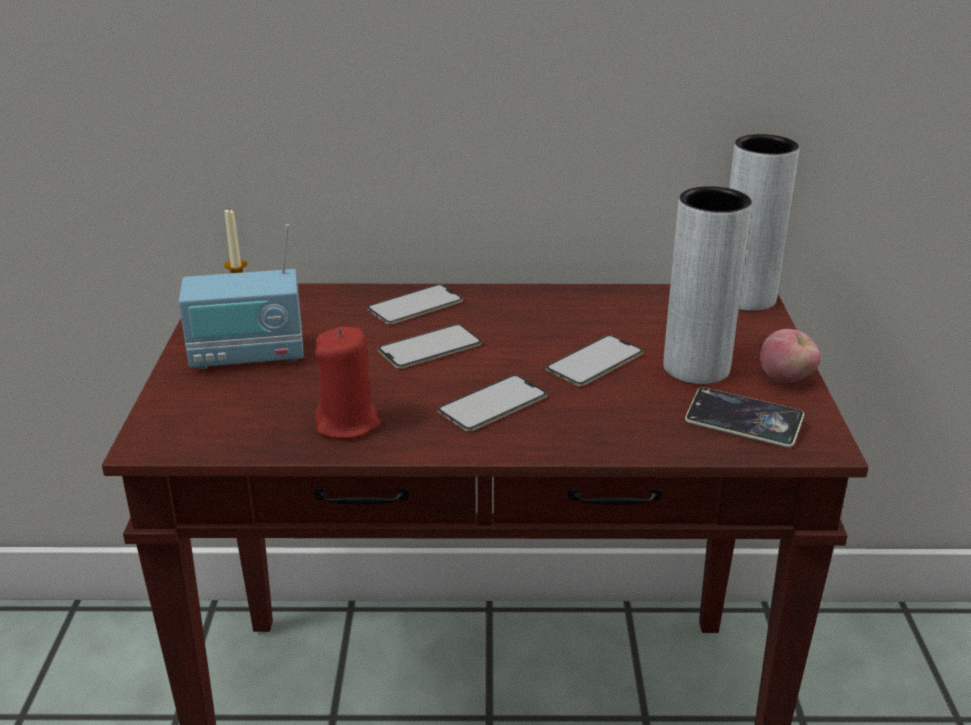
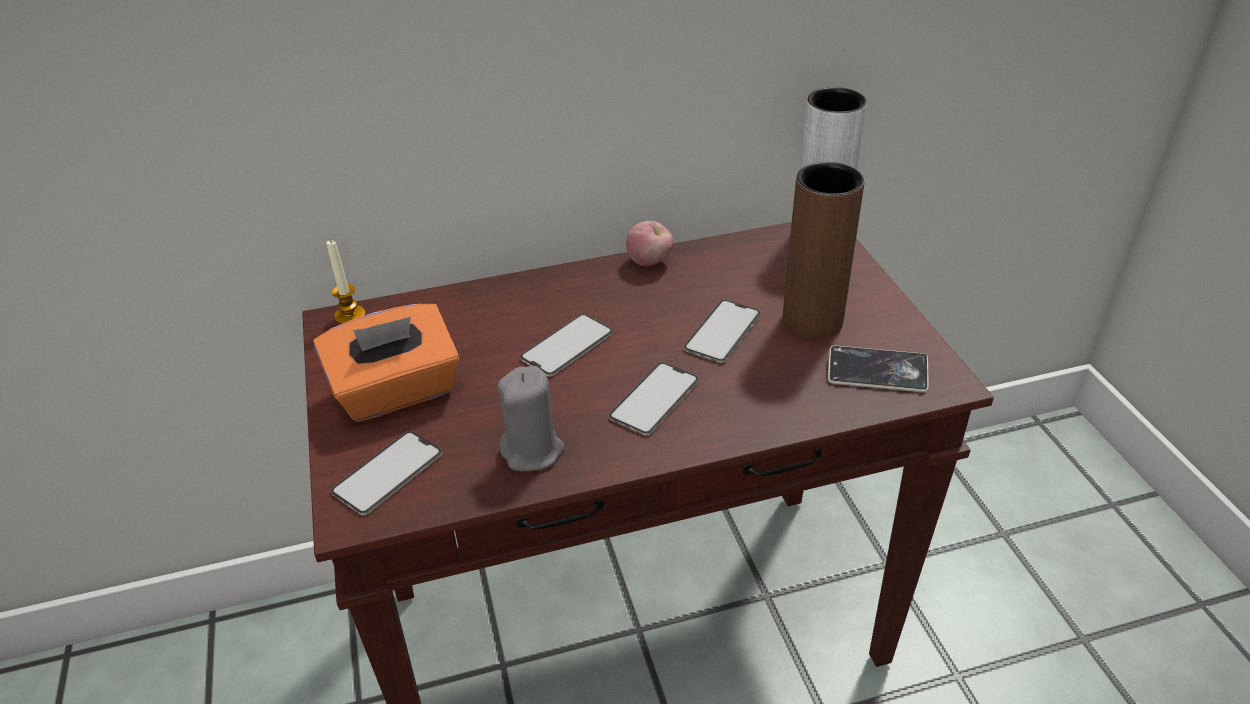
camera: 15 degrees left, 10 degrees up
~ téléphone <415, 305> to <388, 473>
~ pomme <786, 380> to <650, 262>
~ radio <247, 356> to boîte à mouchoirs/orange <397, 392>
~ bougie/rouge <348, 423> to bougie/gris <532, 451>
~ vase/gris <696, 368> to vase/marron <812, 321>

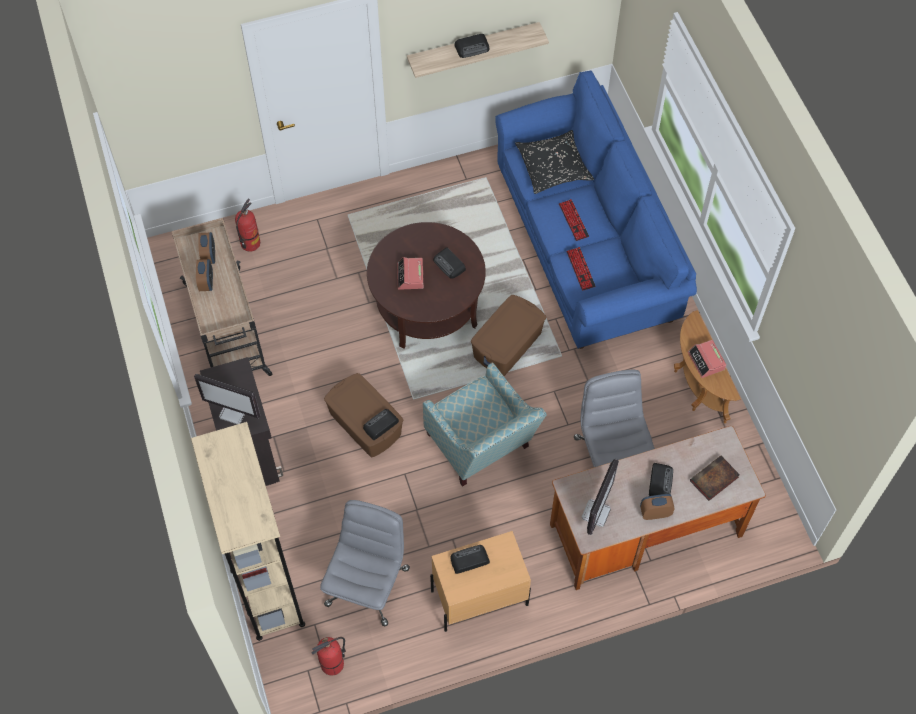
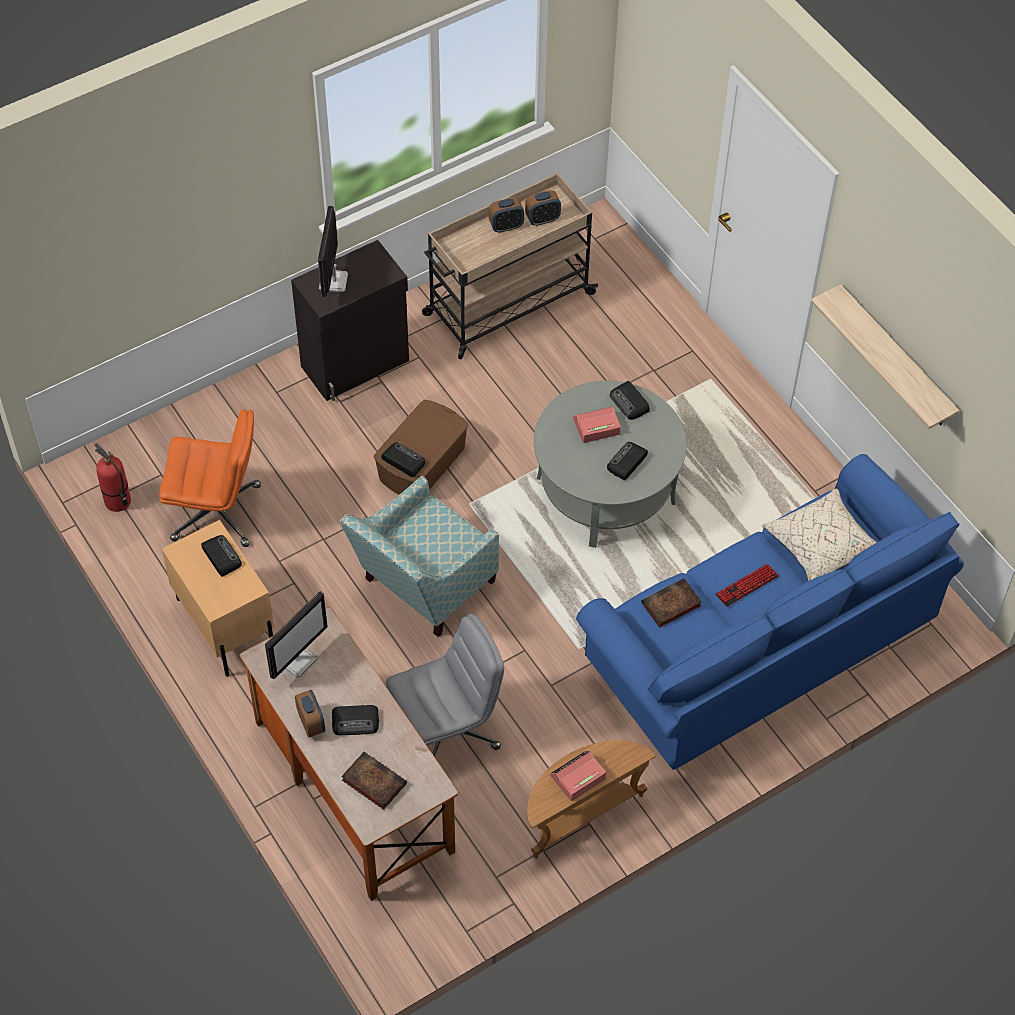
camera: 75 degrees right, 5 degrees down
- bibliothèque/beige <267, 582>
- extincteur <250, 243>
- boîte de rangement/marron <508, 345>
~ radio <472, 48> to <629, 403>
~ clavier <580, 269> to livre <670, 605>
~ chaise de bureau/gris <367, 585> to chaise de bureau/orange <218, 512>
~ table basse/marron <427, 306> to table basse/gris <605, 490>
~ coussin/noir <553, 168> to coussin/beige <822, 546>
~ écran d'ordinateur <596, 512> = <297, 660> 60 degrees counterclockwise

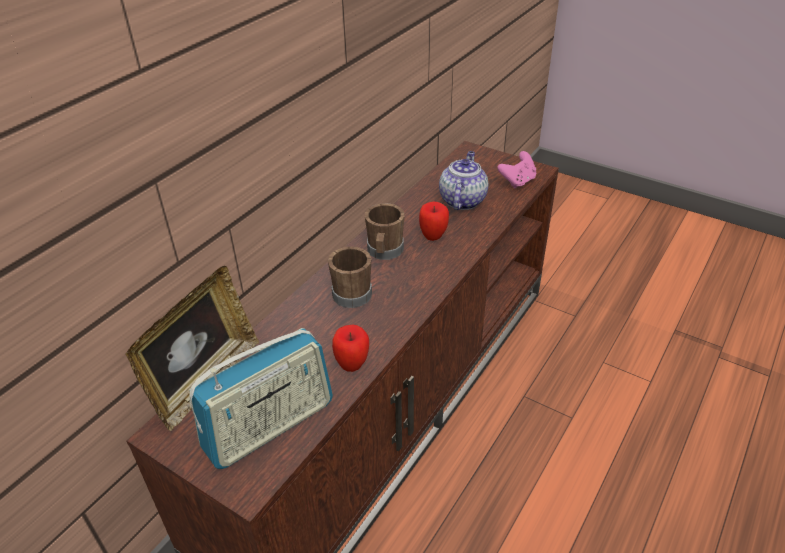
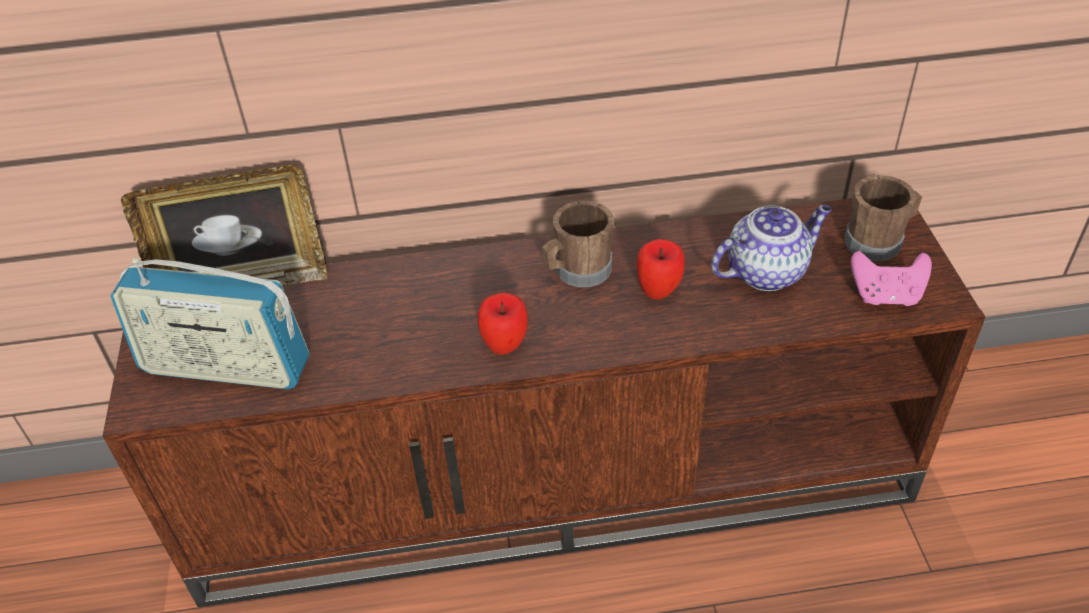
camera: 50 degrees right, 5 degrees up
~ mug/marron <354, 291> to <878, 241>
~ pomme <352, 365> to <505, 347>

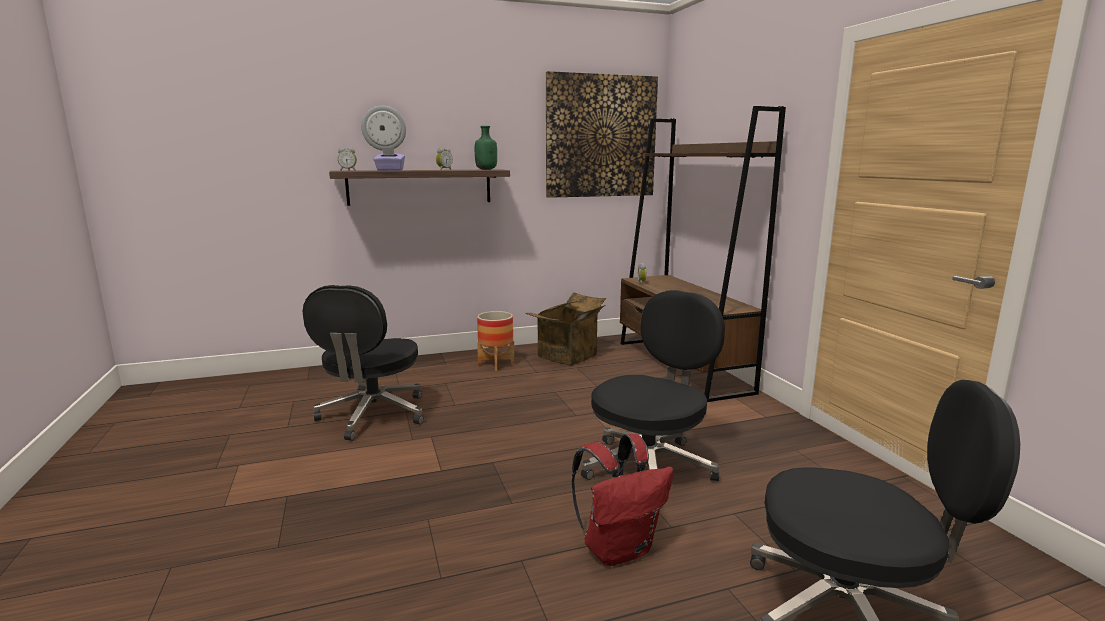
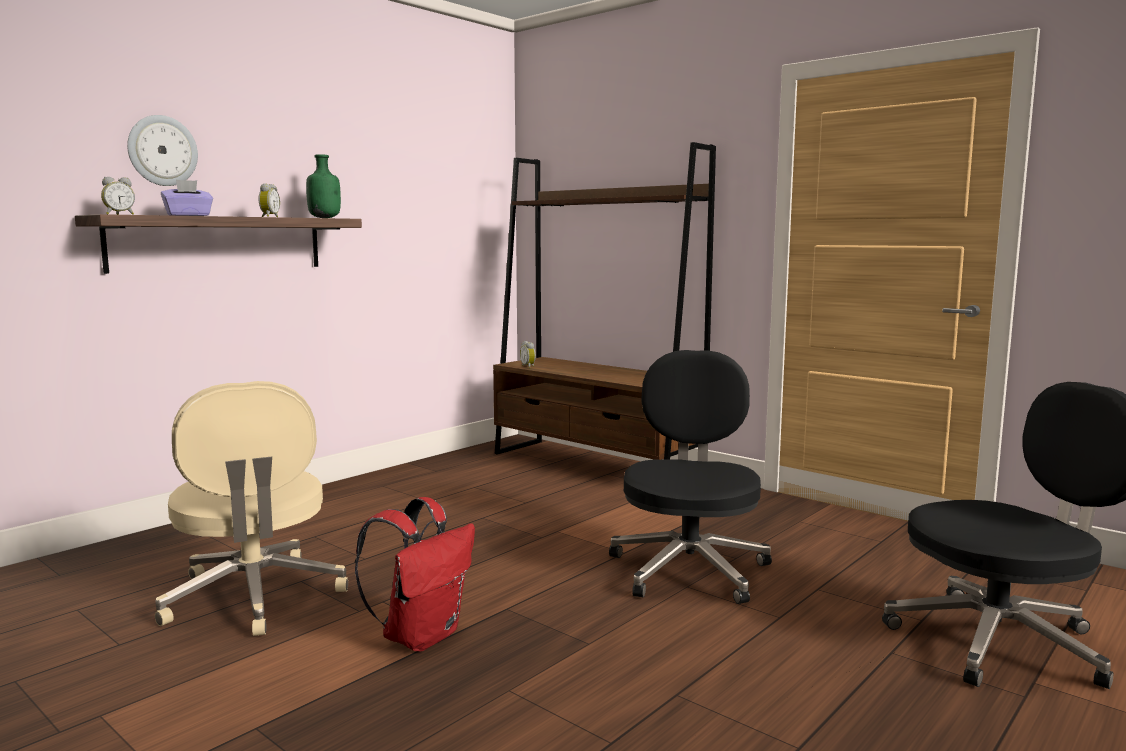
camera: 30 degrees left, 5 degrees down
- cache-pot <496, 364>
- carton <568, 356>
- tableau <601, 136>
~ sac à dos/rouge <618, 549> to <421, 636>
~ chaise de bureau/noir <372, 415> to chaise de bureau/beige <254, 597>

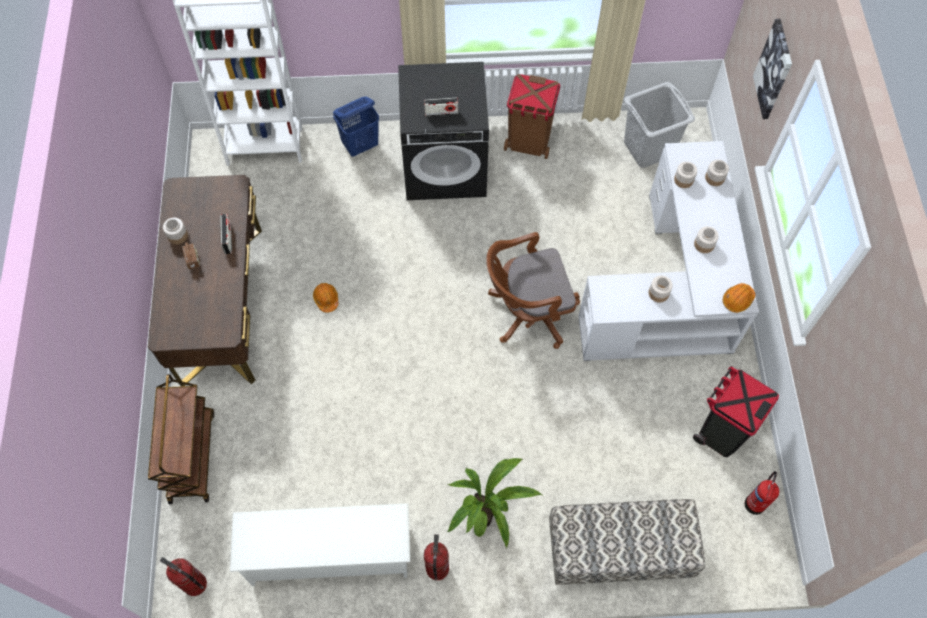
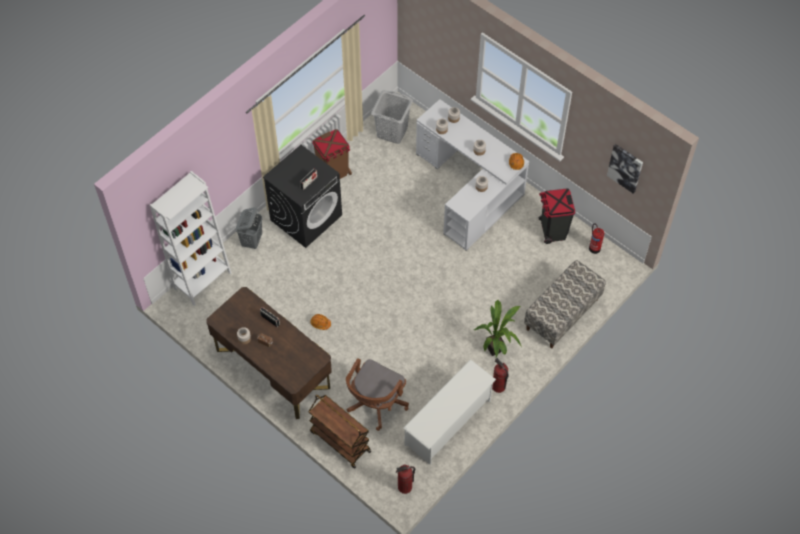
camera: 45 degrees left, 5 degrees down
~ chaise de bureau/marron <527, 312> to <375, 404>
~ tableau <774, 70> to <625, 168>
~ panier à linge/bleu <361, 145> to panier à linge/gris <252, 240>

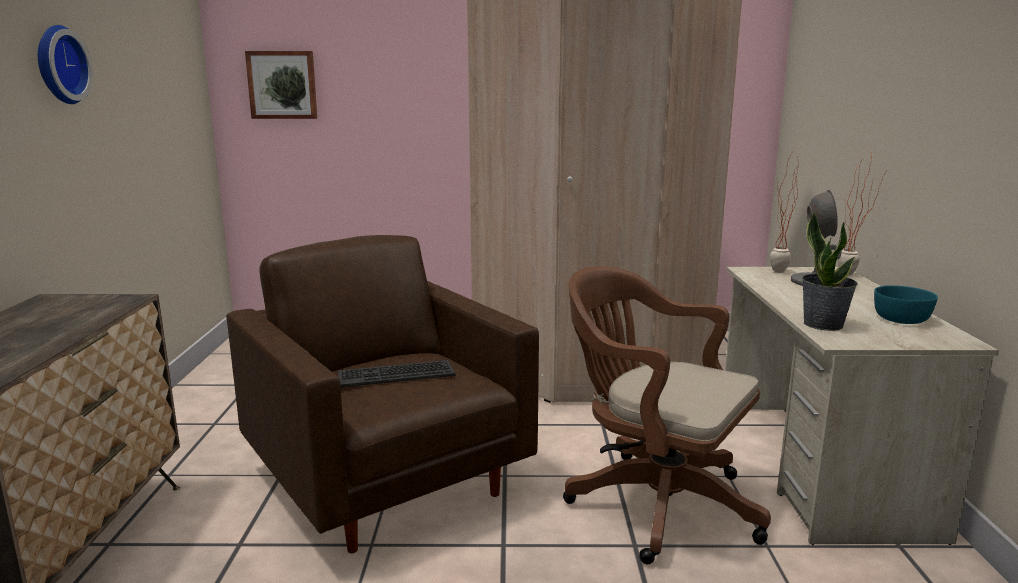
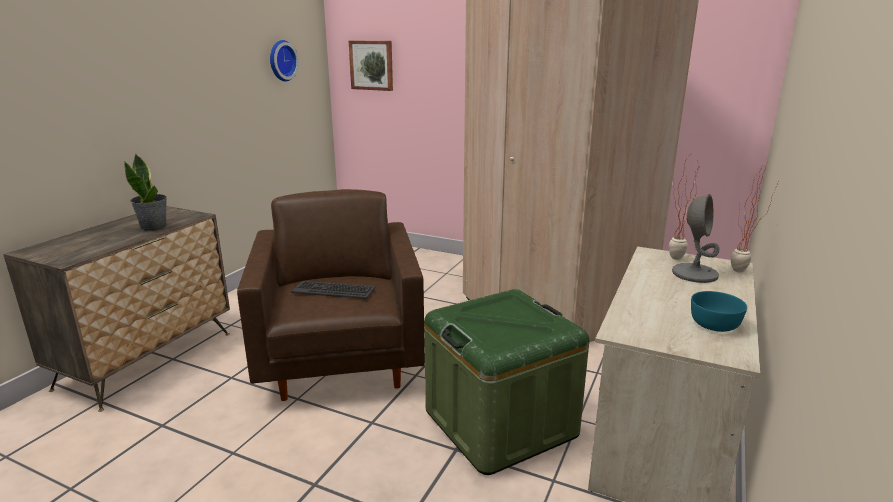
camera: 25 degrees right, 5 degrees up
~ horloge murale <58, 65> to <281, 60>
~ plante en pot <823, 324> to <154, 227>
~ chaise de bureau/marron <654, 502> to boîte de rangement/vert <500, 423>

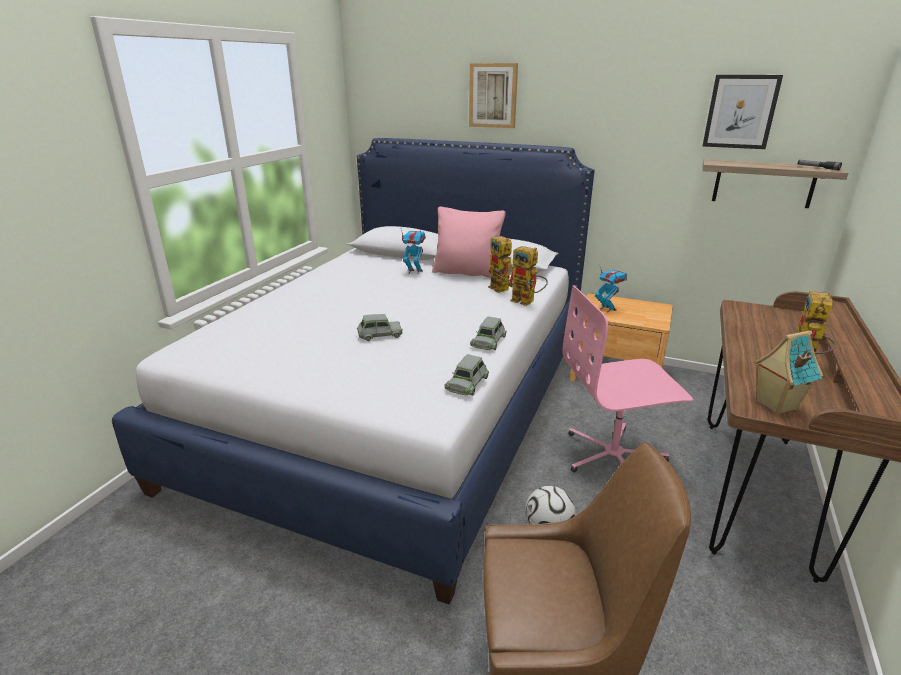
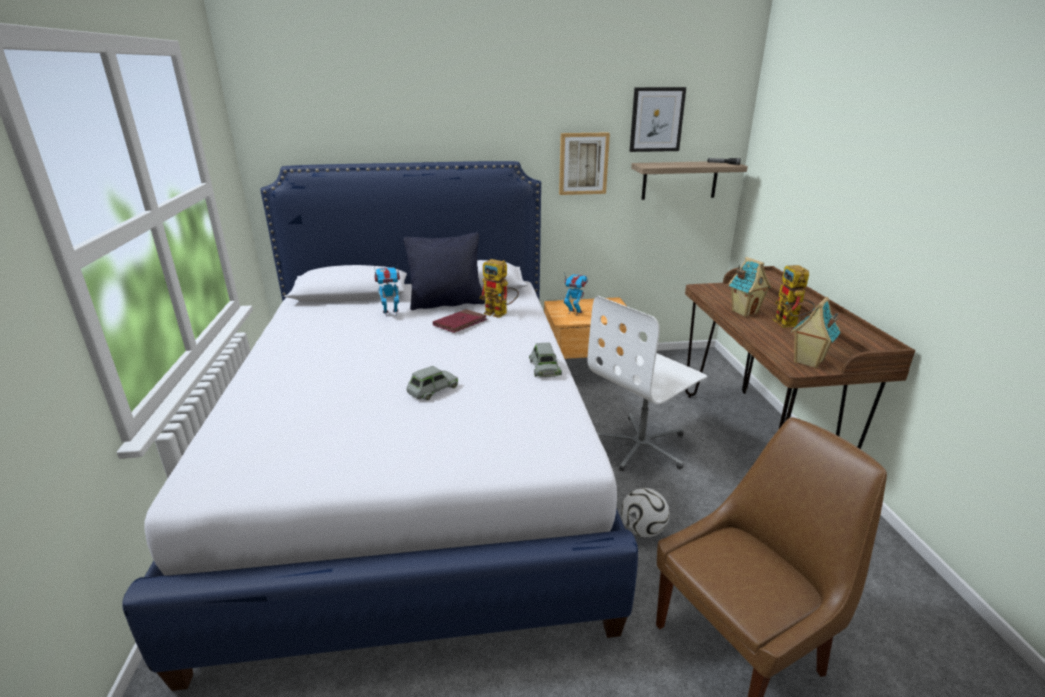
camera: 30 degrees left, 0 degrees up
- petite voiture/gris <467, 383>
- robot jouet <527, 301>
+ livre/rouge <460, 323>
+ maison miniature <744, 312>
~ tableau <493, 95> to <583, 163>
~ coussin/rose <467, 273> to coussin/noir <447, 303>
~ chaise de bureau/rose <614, 456> to chaise de bureau/blanc <641, 446>

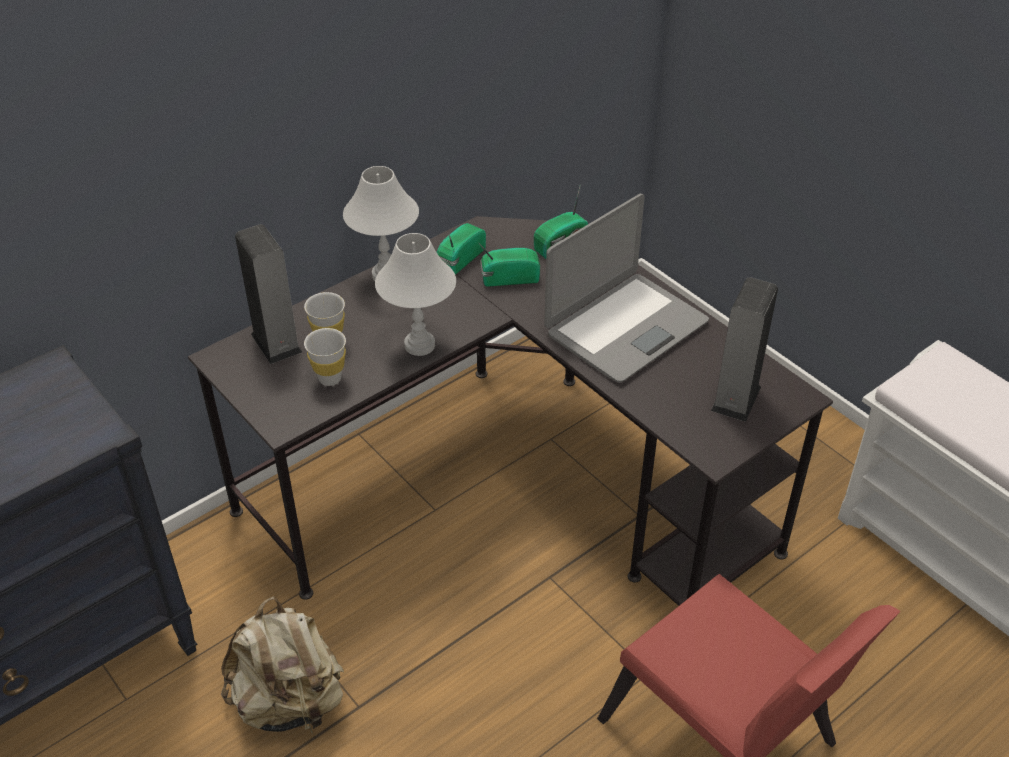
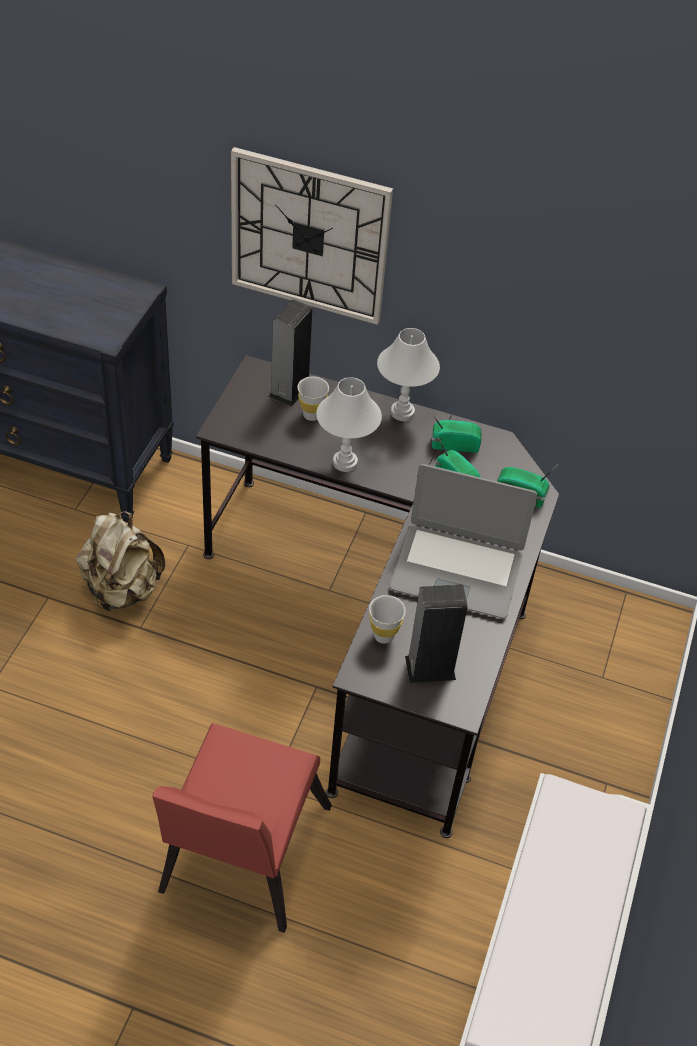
camera: 55 degrees right, 5 degrees up
+ horloge murale <309, 236>
~ tasse/blanc <330, 378> to <383, 636>

